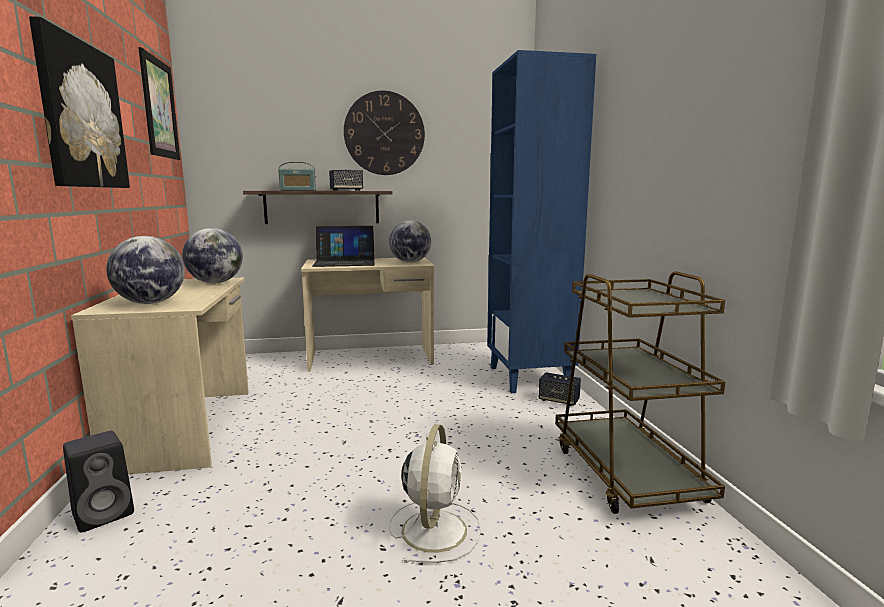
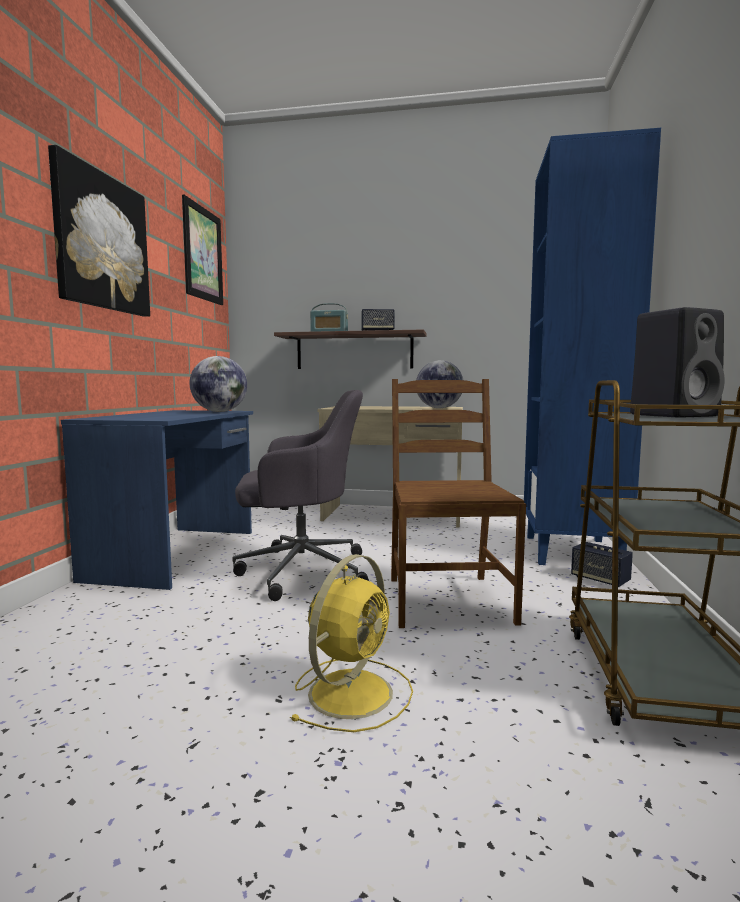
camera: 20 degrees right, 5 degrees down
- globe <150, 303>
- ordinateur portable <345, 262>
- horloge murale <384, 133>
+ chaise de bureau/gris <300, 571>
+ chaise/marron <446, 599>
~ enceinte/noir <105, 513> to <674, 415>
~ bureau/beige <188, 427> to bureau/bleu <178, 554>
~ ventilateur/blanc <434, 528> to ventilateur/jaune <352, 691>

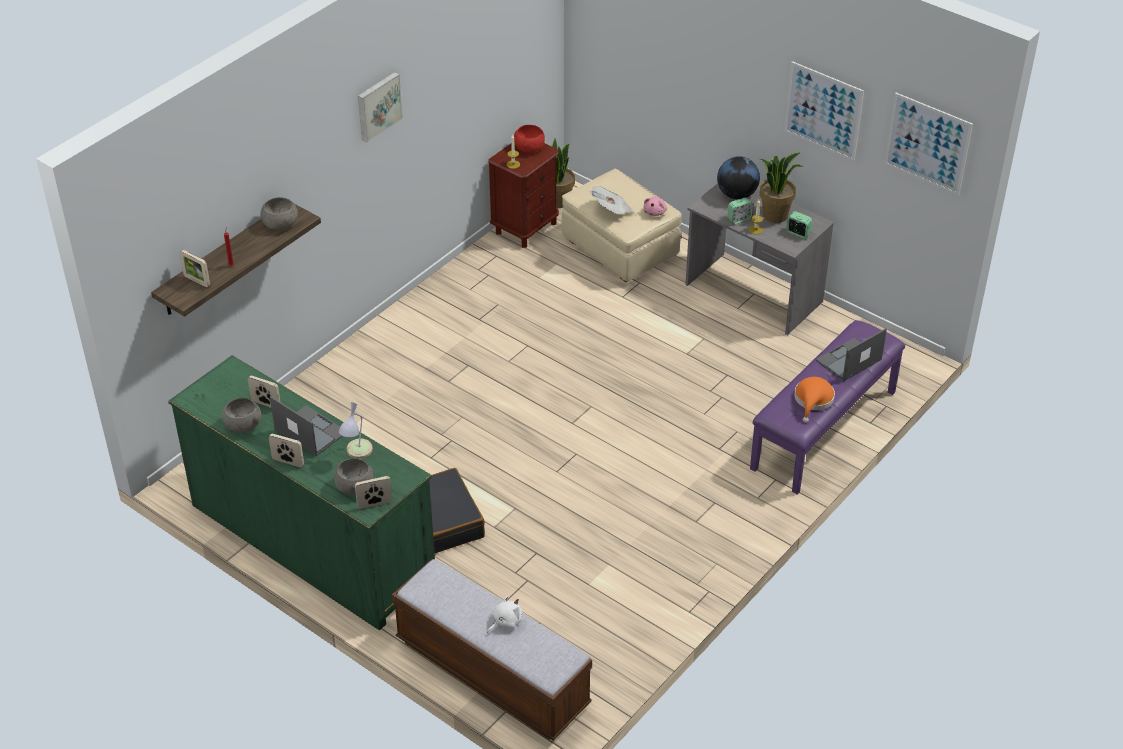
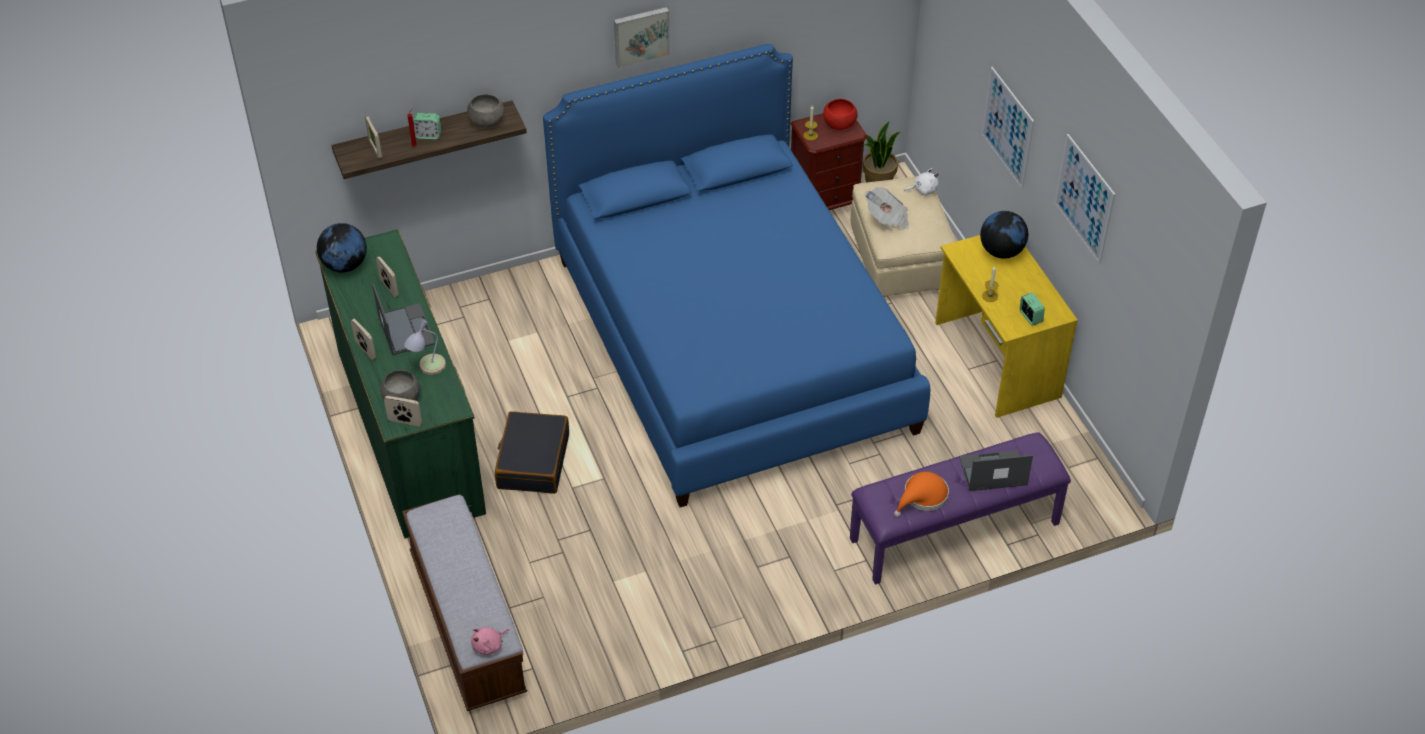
camera: 30 degrees right, 5 degrees up
- bol/gris <243, 425>
- plante en pot <775, 215>
+ globe <345, 265>
+ lit/bleu <733, 342>
~ peluche/blanc <506, 622> to <923, 190>
~ peluche/rose <655, 212> to <489, 645>
~ réveil <739, 219> to <428, 135>
~ tableau <927, 143> to <1007, 128>
~ bureau/gris <753, 294> to bureau/jaune <995, 360>

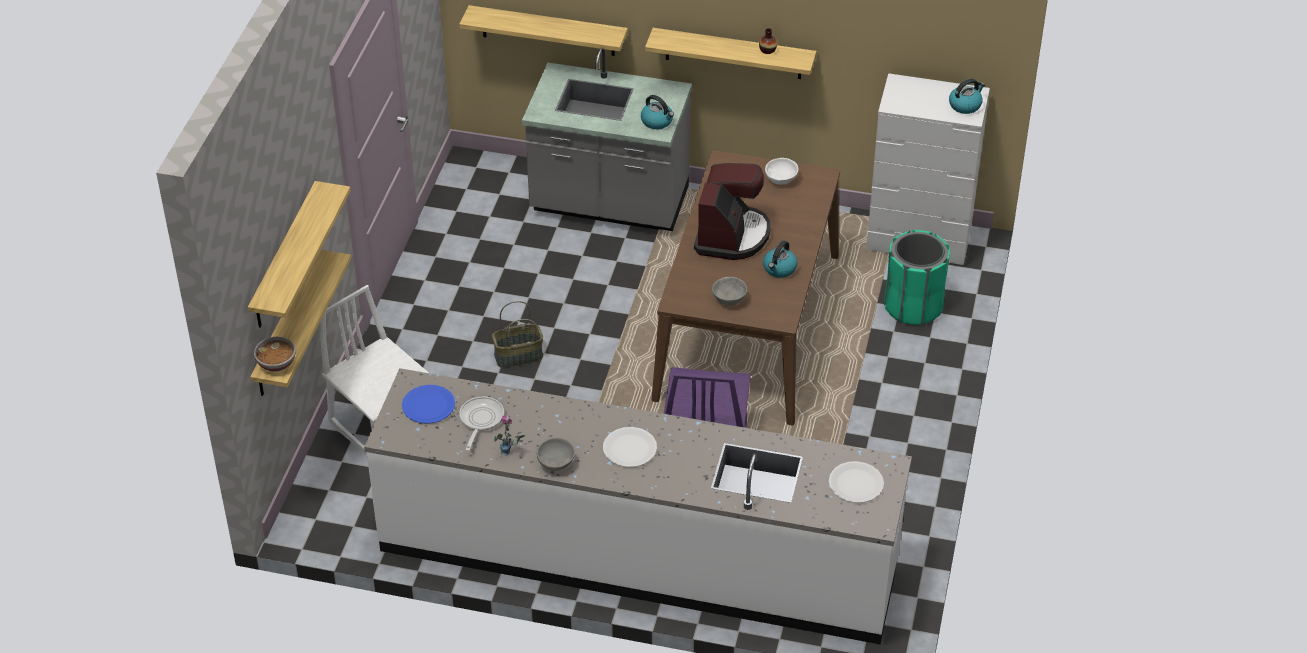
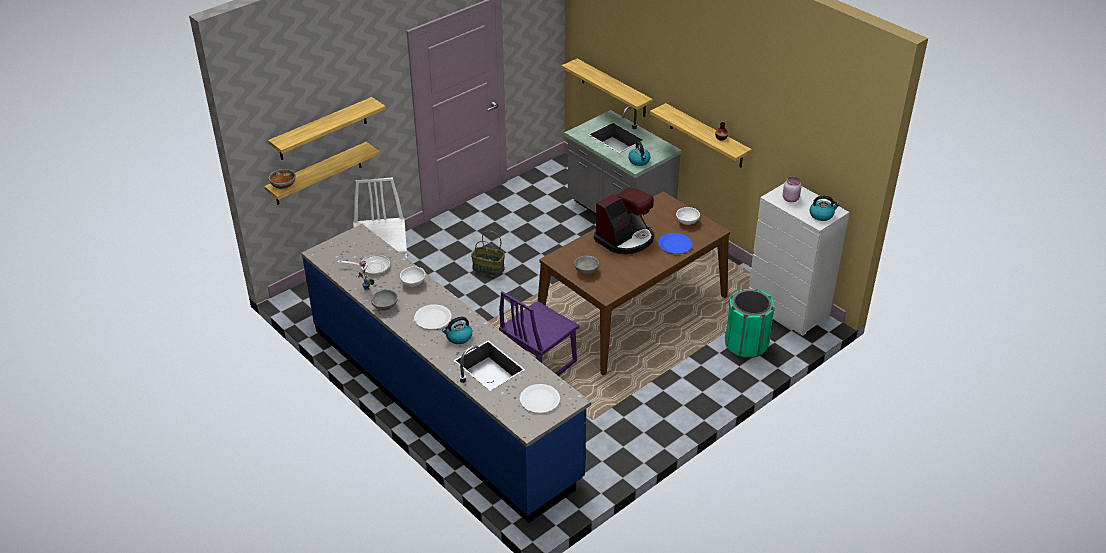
camera: 35 degrees right, 5 degrees down
+ bol/blanc <413, 283>
+ bocal/rose <790, 198>
~ assiette/bleu <428, 405> to <675, 244>
~ bouilloire <779, 269> to <458, 337>
~ comptoir de cuisine/blanc <638, 556> to comptoir de cuisine/bleu <442, 401>
~ poêle <480, 420> = <372, 267> 45 degrees clockwise

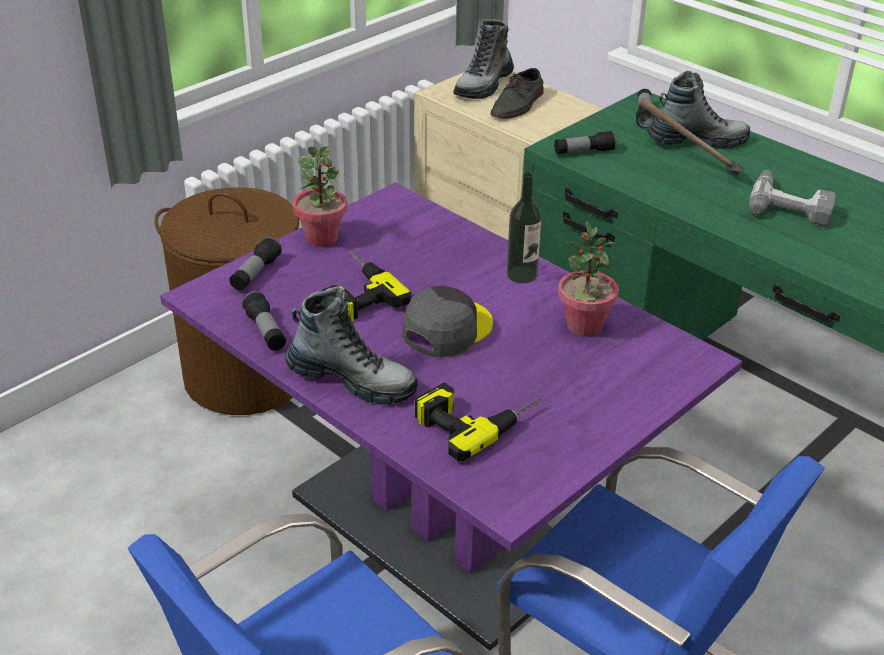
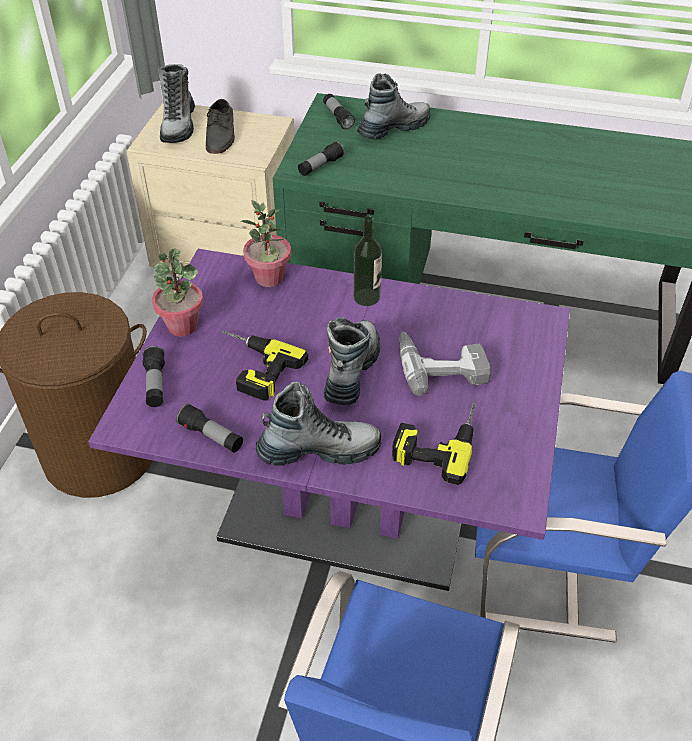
camera: 30 degrees left, 10 degrees up
- marteau <691, 172>
~ plante en pot <584, 325> to <269, 278>
~ perceuse <790, 205> to <440, 365>
~ casquette/gris <446, 329> to botte <351, 370>

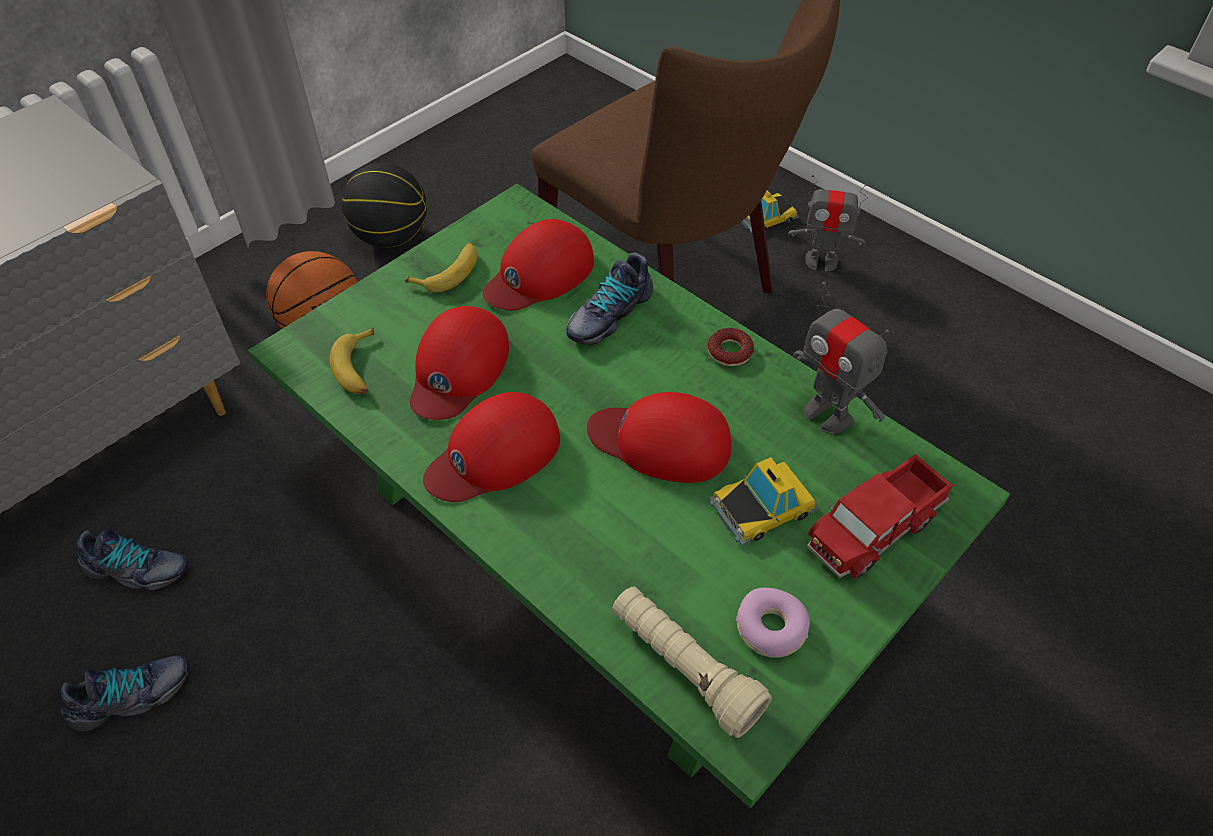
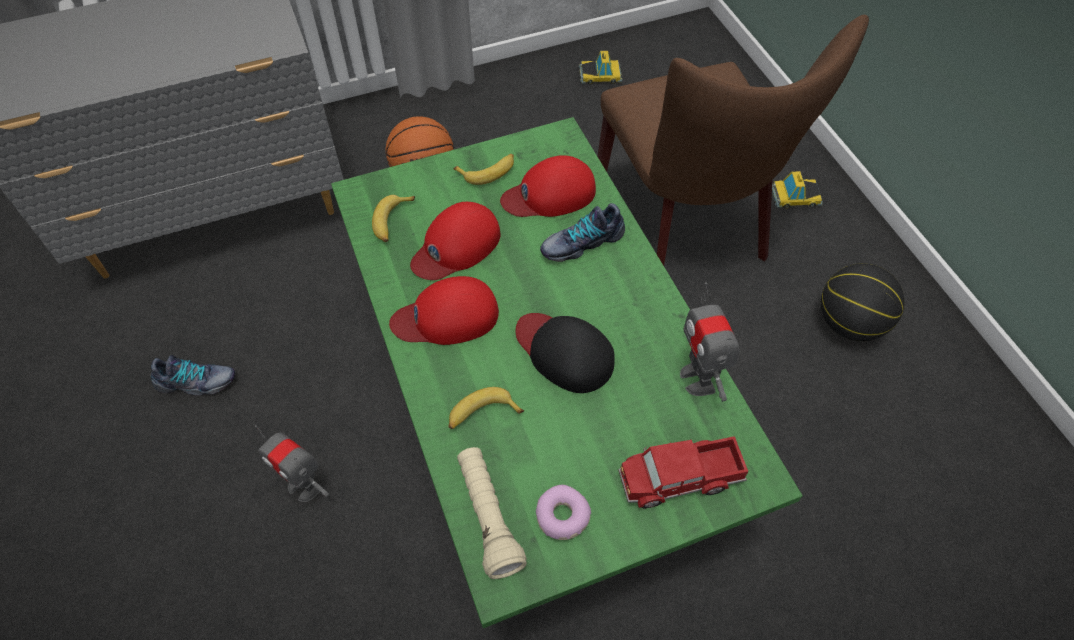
camera: 25 degrees right, 5 degrees up
- chaussure <137, 570>
- beignet <729, 352>
+ banane <482, 414>
~ ballon de basket <391, 237> to <849, 323>
~ petite voiture <762, 506> to <600, 74>
~ robot jouet <821, 261> to <304, 486>
~ casquette/rouge <661, 442> to casquette/noir <564, 352>

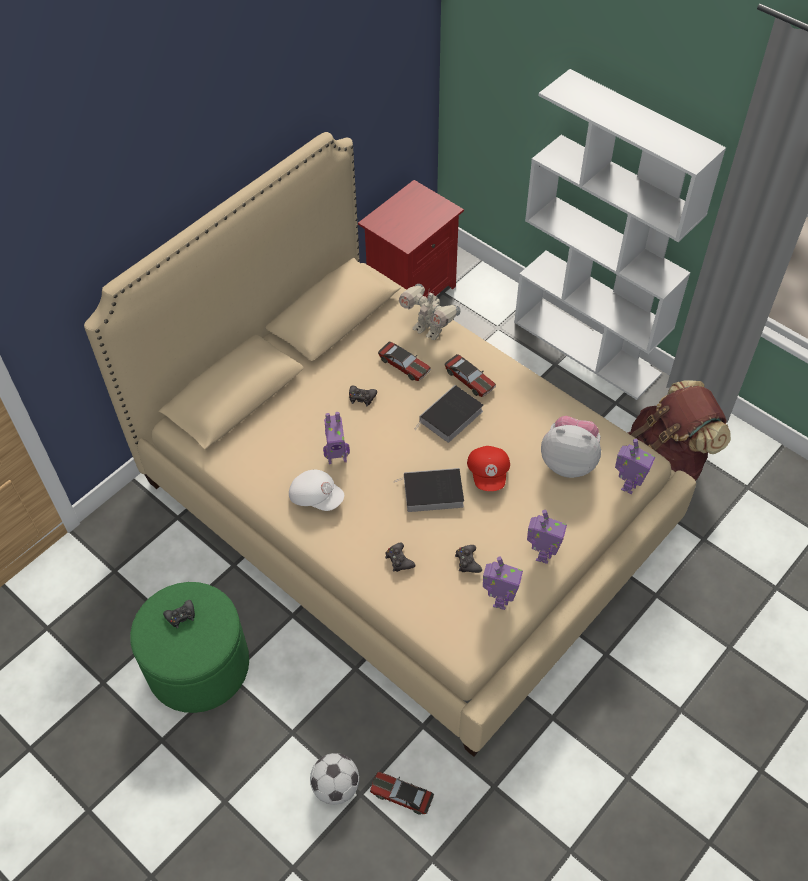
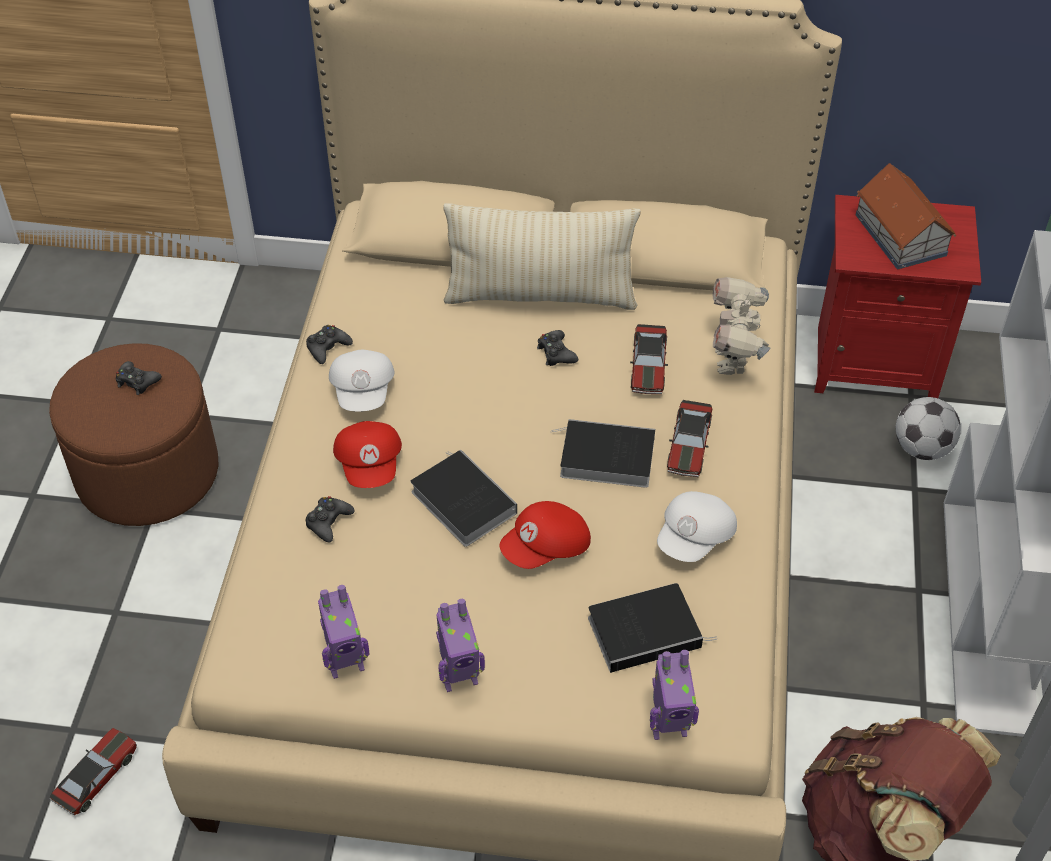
camera: 55 degrees right, 5 degrees down
- robot jouet <337, 457>
+ casquette/rouge <371, 465>
+ coussin/beige <540, 296>
+ casquette/blanc <695, 538>
+ maison miniature <900, 235>
~ ballon de foot <336, 786> to <921, 448>
~ manette/noir <467, 562> to <327, 348>
~ peluche <569, 461> to livre <647, 630>
~ pouf/vert <198, 665> to pouf/marron <148, 472>
~ petite voiture <401, 795> = <96, 776> 45 degrees clockwise

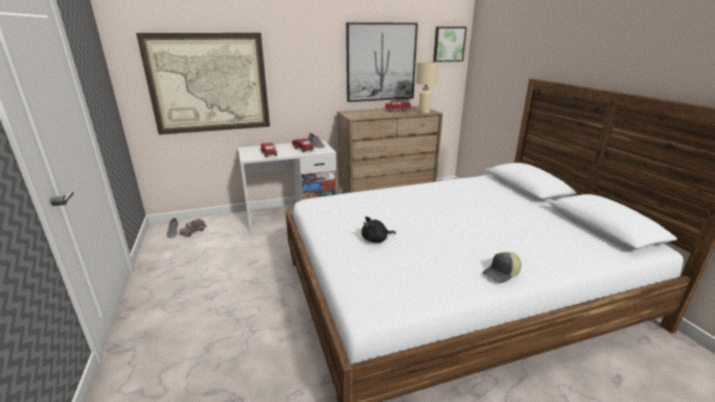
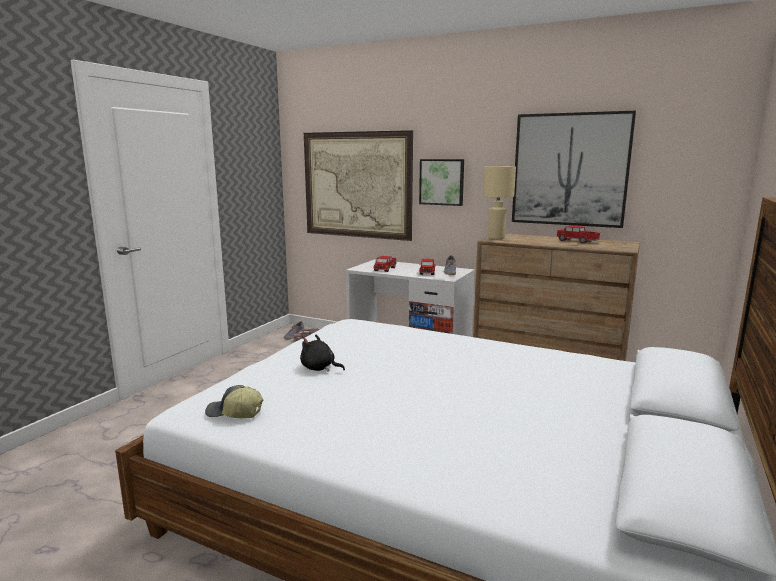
camera: 45 degrees right, 10 degrees down
~ lampe de table/beige <423, 112> to <496, 238>
~ tableau <448, 44> to <442, 182>
~ casquette <502, 274> to <234, 413>

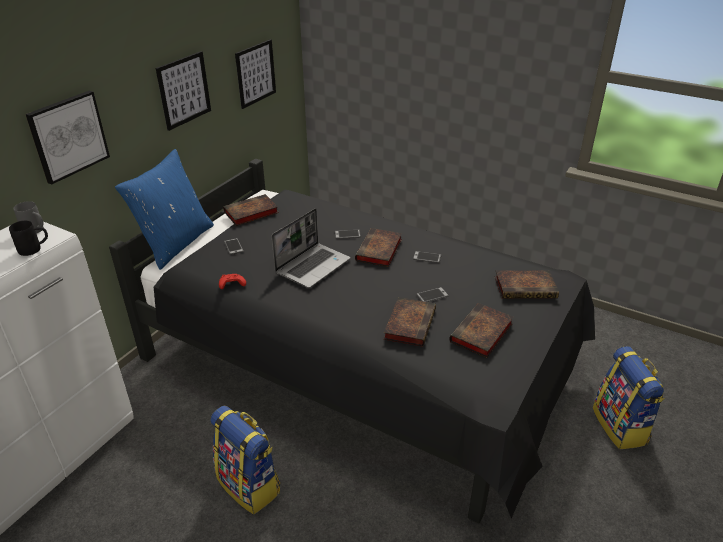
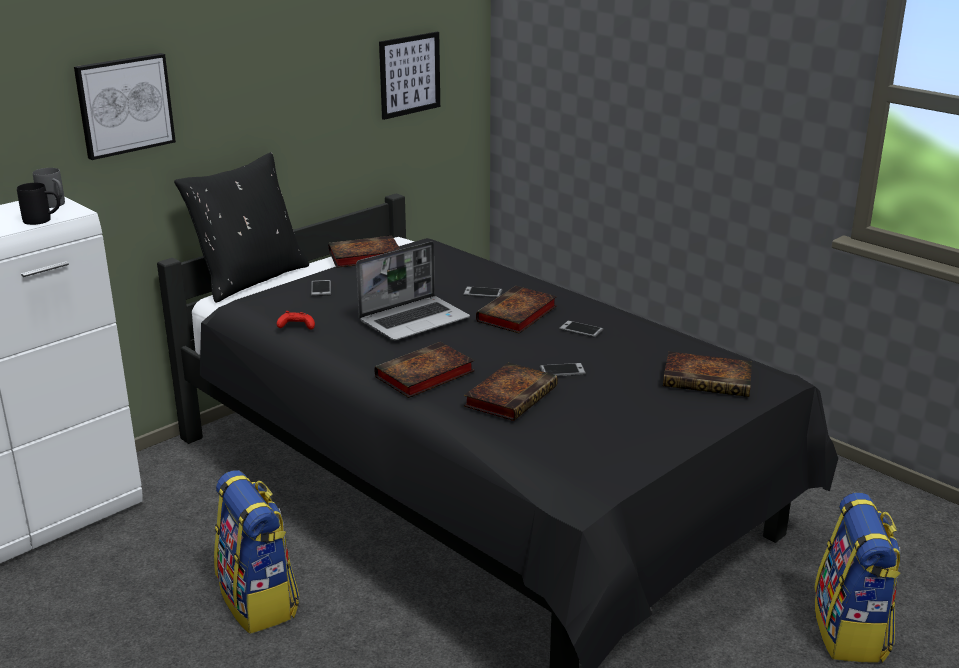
camera: 15 degrees right, 10 degrees down
- tableau <184, 90>
~ livre <481, 334> to <423, 376>
~ coussin/bleu <176, 243> to coussin/noir <250, 279>

